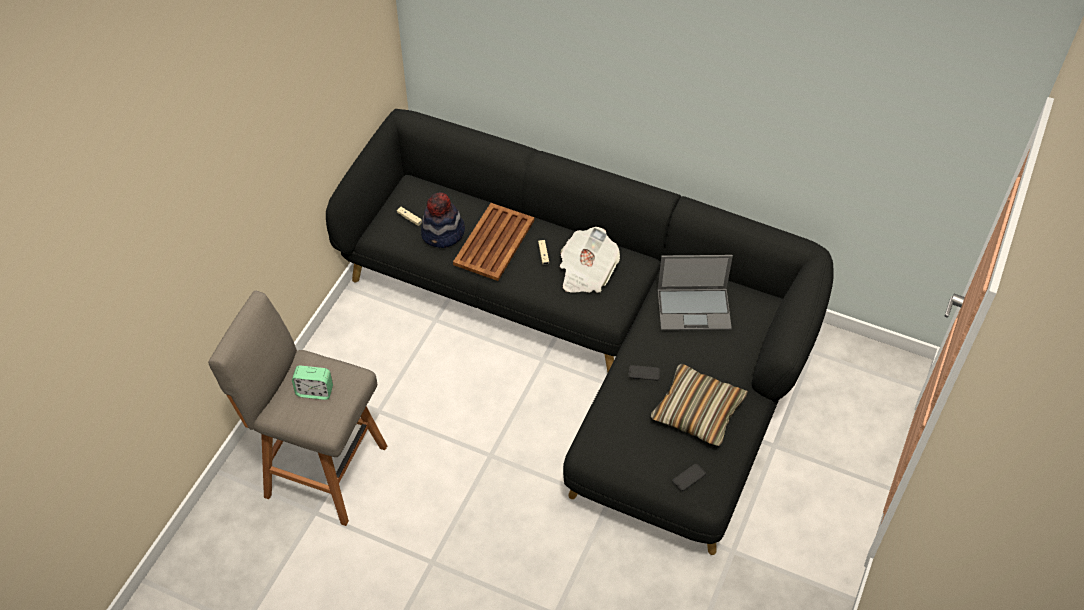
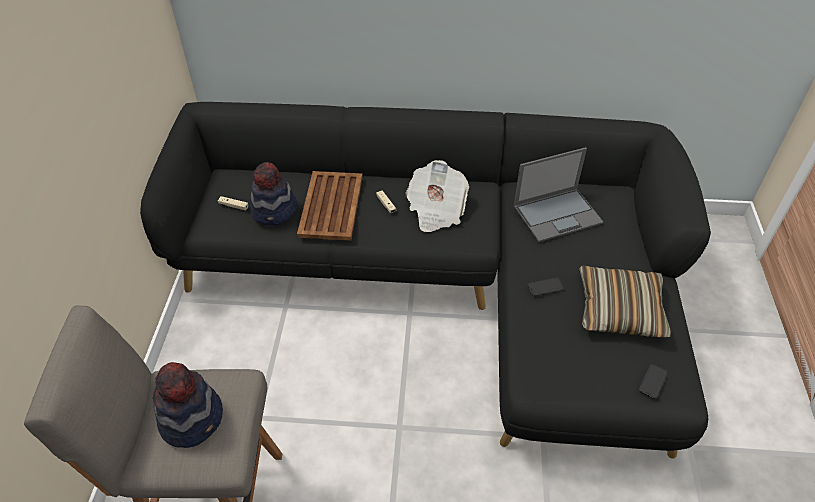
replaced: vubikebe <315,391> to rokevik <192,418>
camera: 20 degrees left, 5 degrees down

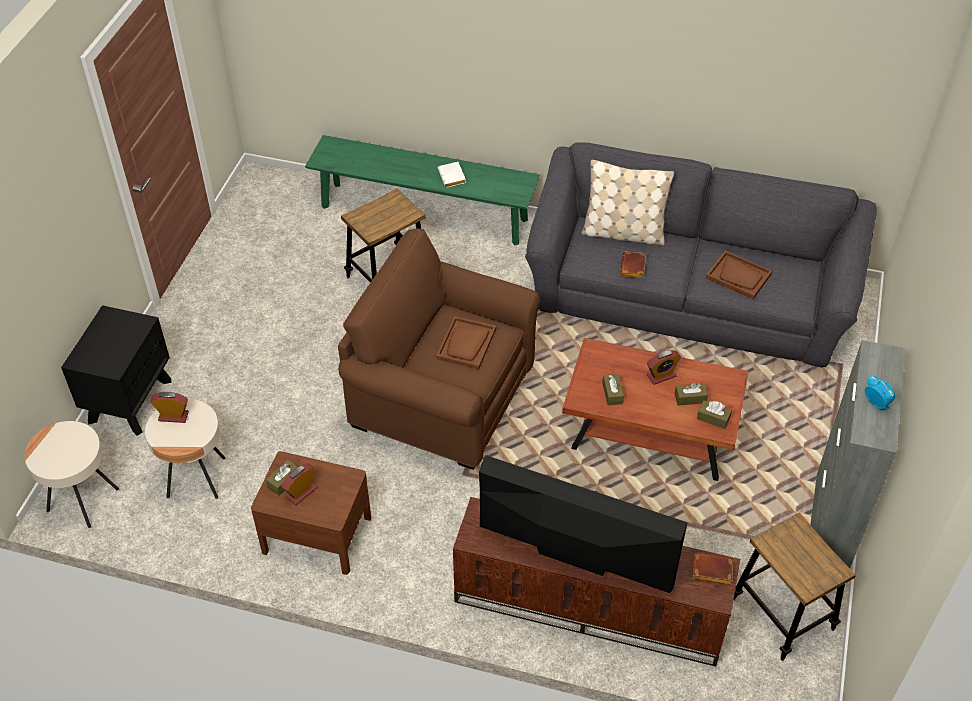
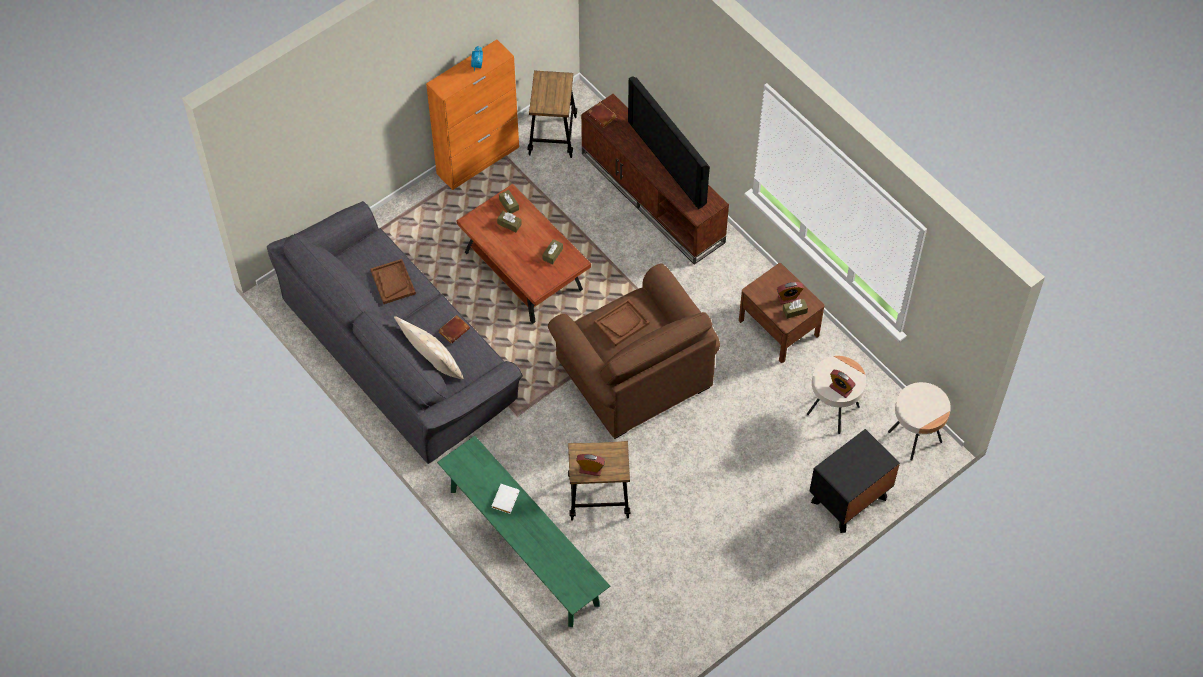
moved: vubikebe <661,376> to <590,469>
recoloured: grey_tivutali <829,527> to orange_tivutali <478,160>
camera: 145 degrees left, 10 degrees up

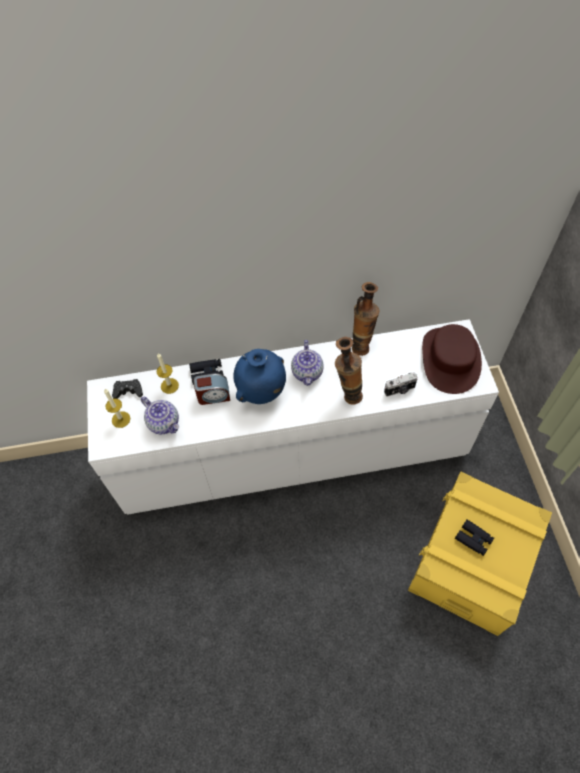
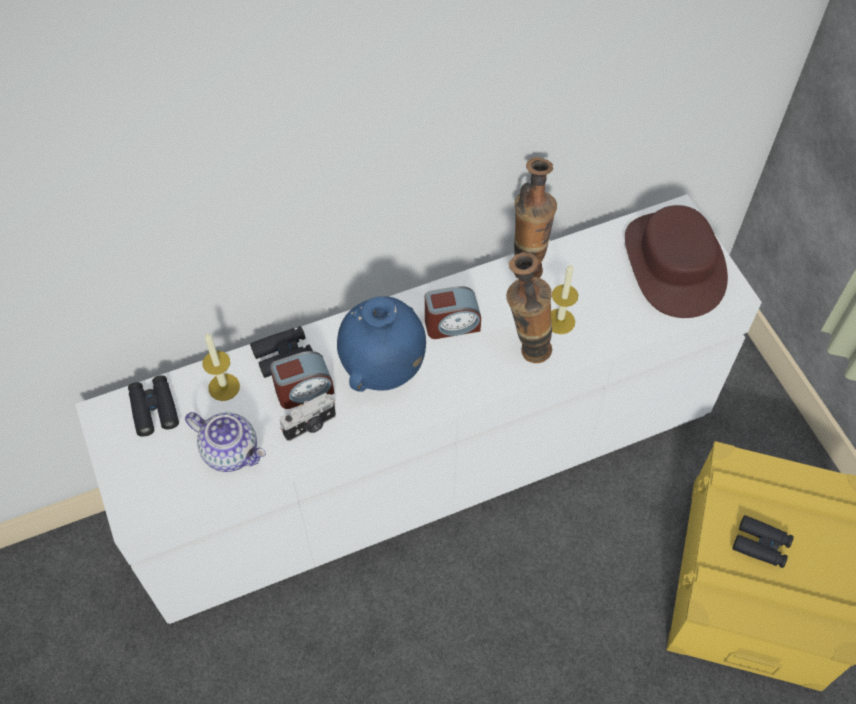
moved: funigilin <400,390> to <310,426>; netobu <121,419> to <560,321>
replaced: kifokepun <307,372> to vubikebe <452,324>; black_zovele <128,391> to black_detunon <154,409>
camera: 15 degrees left, 0 degrees up

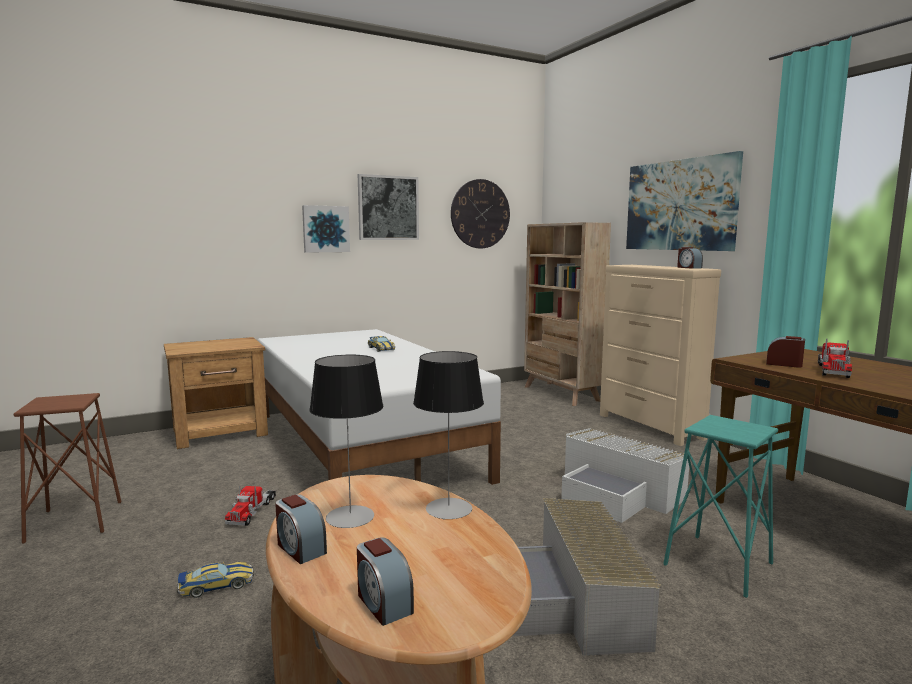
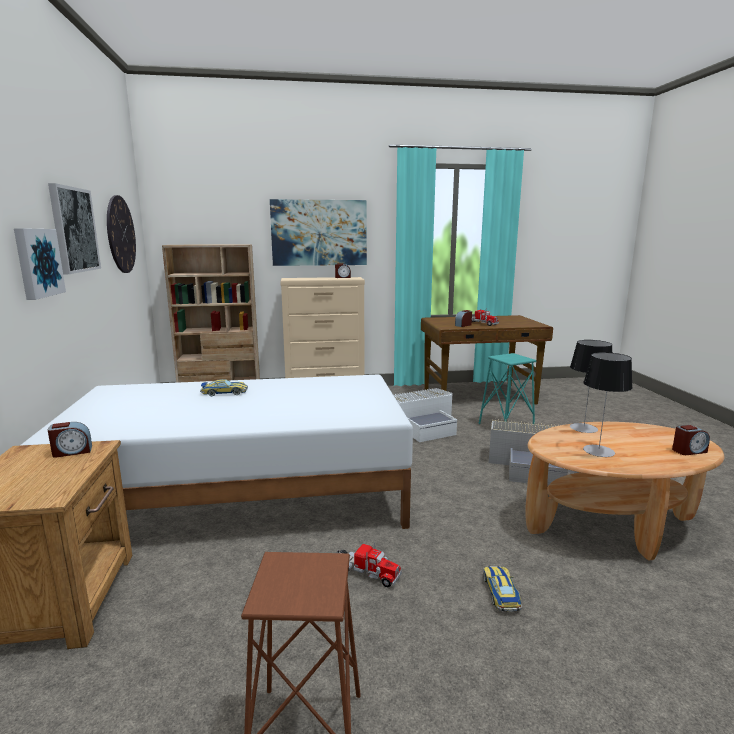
moved: vubikebe <300,548> to <72,452>
camera: 70 degrees left, 5 degrees up

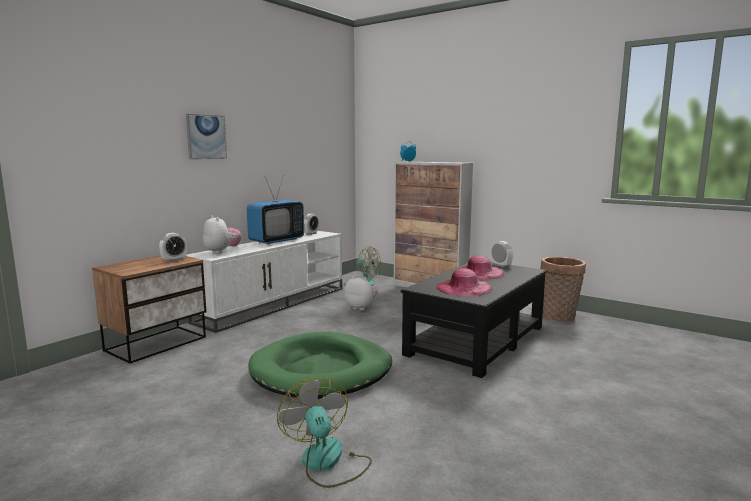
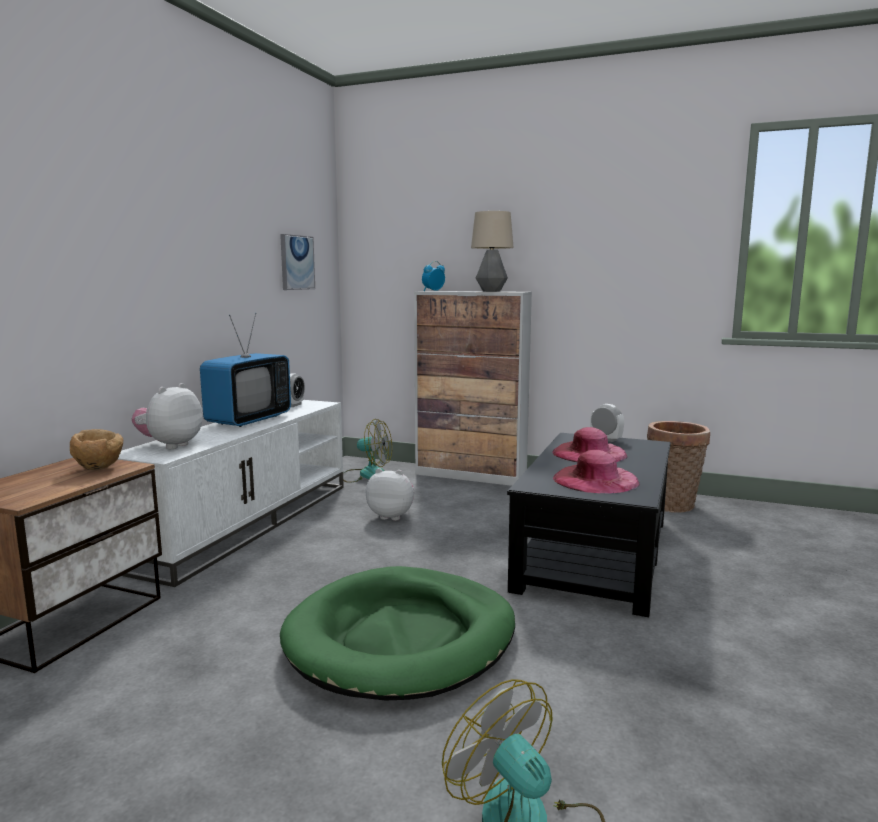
added: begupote <491,291>
moved: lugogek <206,137> to <297,262>
replaced: vubikebe <174,260> to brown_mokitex <99,468>
turned: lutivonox <222,252> = <170,445> 105 degrees counterclockwise
camera: 15 degrees left, 0 degrees up

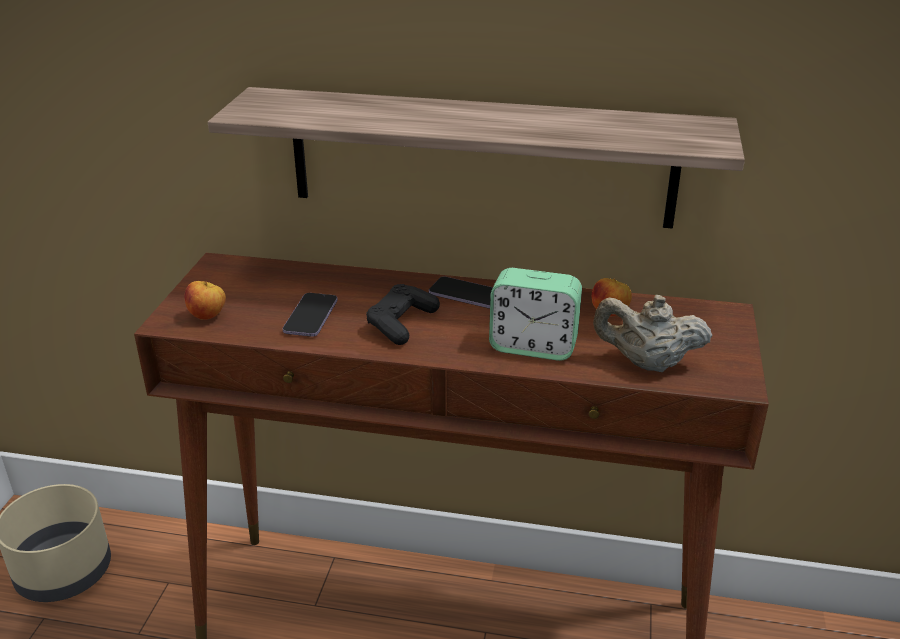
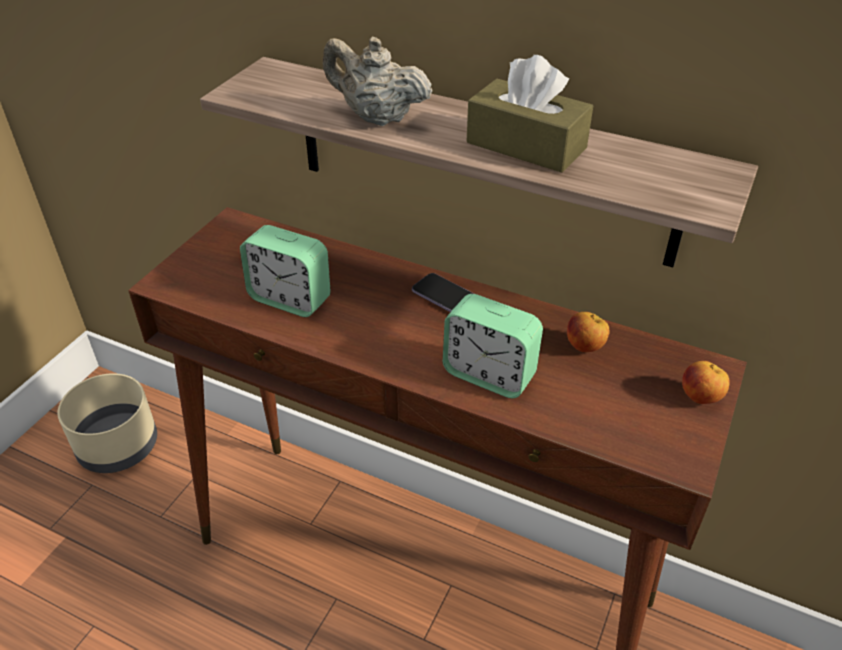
removed: black_zovele <401,323>
added: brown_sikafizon <526,145>
moved: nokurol <208,316> to <700,398>; beige_kifokepun <647,363> to <376,118>
replaced: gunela <311,317> to vubikebe <290,299>
camera: 15 degrees right, 10 degrees up

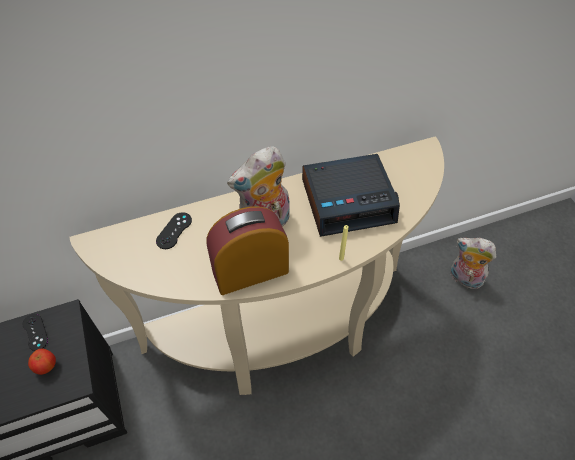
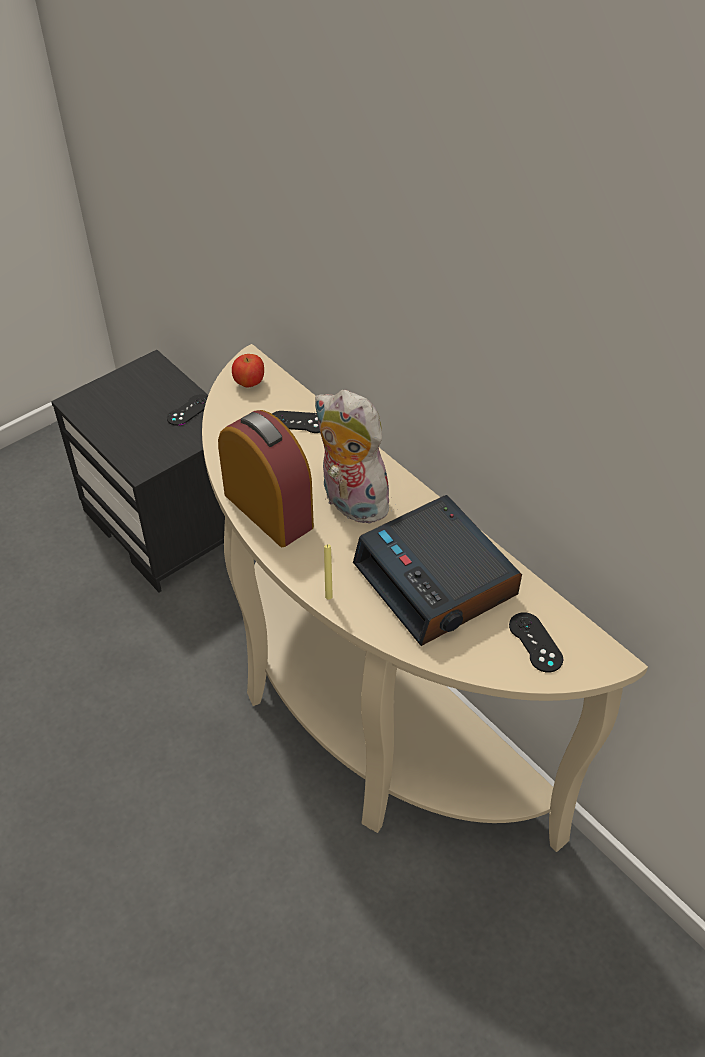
removed: lutivonox <463,279>
added: black_zovele <535,642>
moved: nokurol <46,366> to <249,383>
camera: 70 degrees right, 5 degrees down

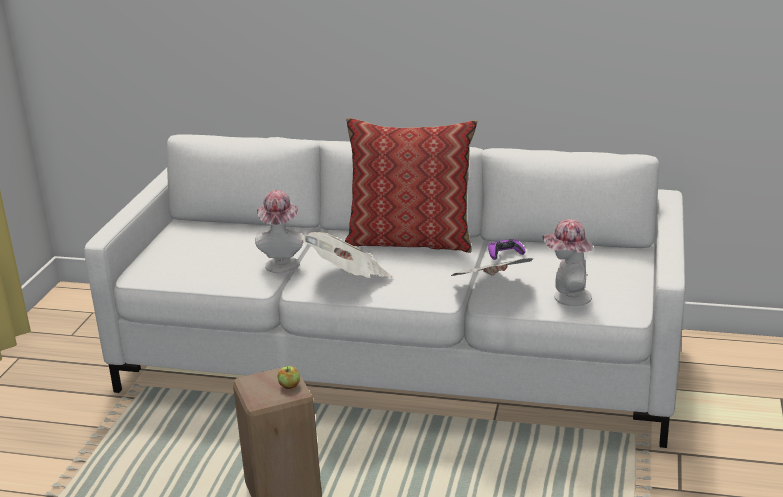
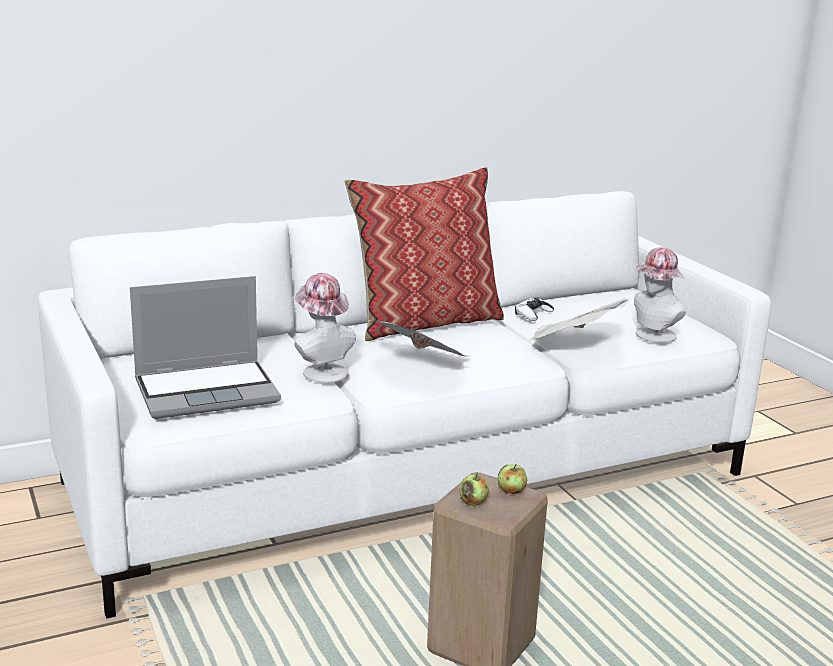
added: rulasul <208,391>; nokurol <473,501>
recoloured: purple_zovele <505,253> to white_zovele <533,314>
camera: 40 degrees left, 5 degrees down

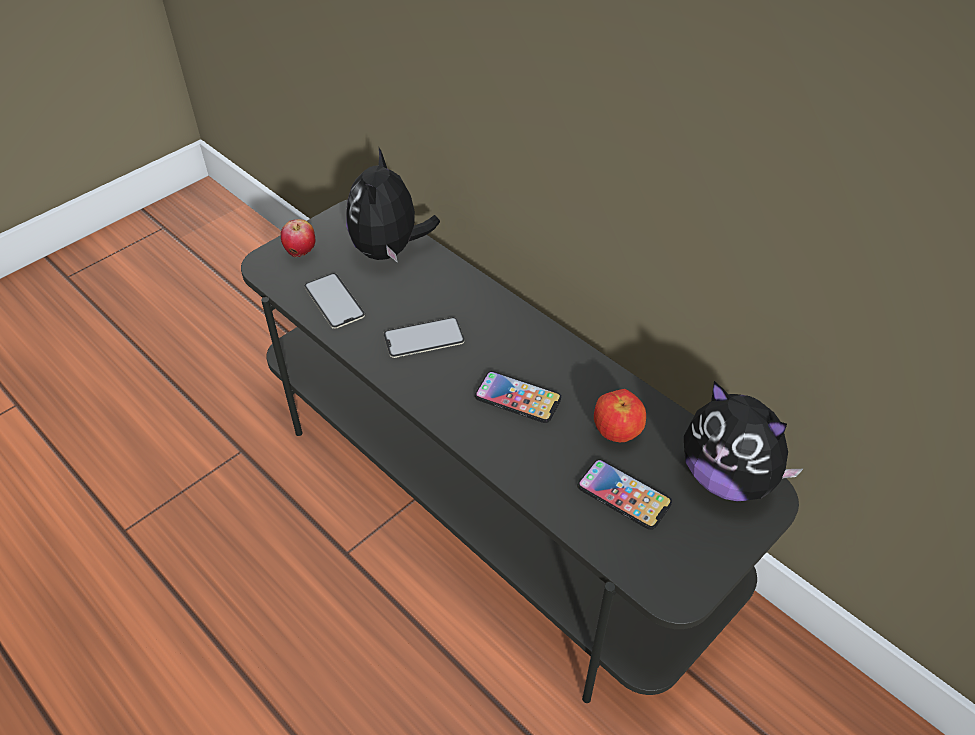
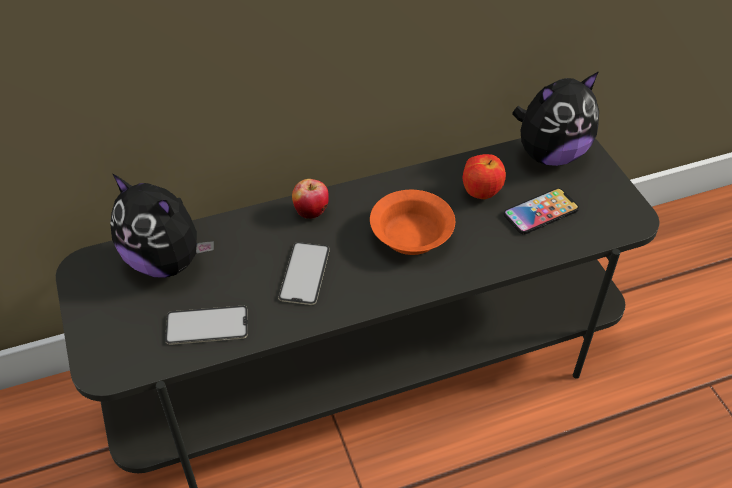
moved: nokurol <301,253> to <311,212>
replaced: gunela <517,398> to orange_mokitex <413,236>
camera: 65 degrees left, 0 degrees up

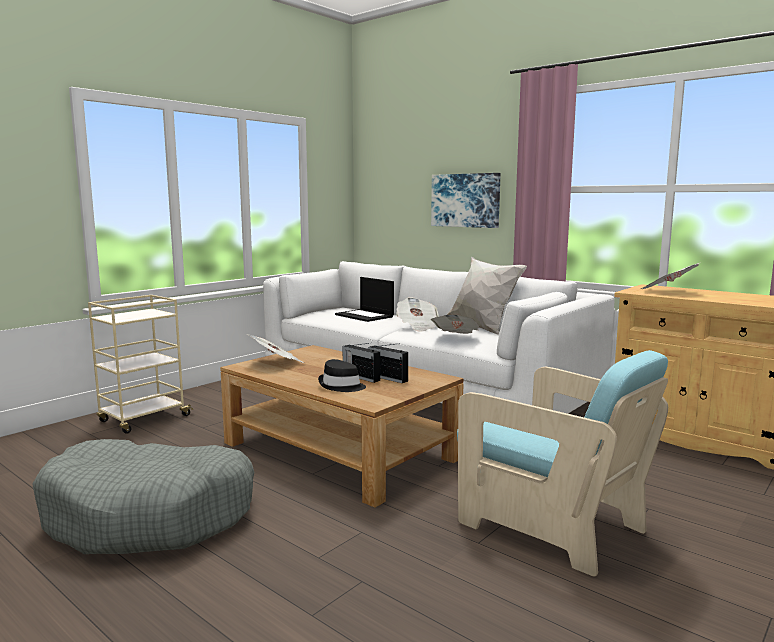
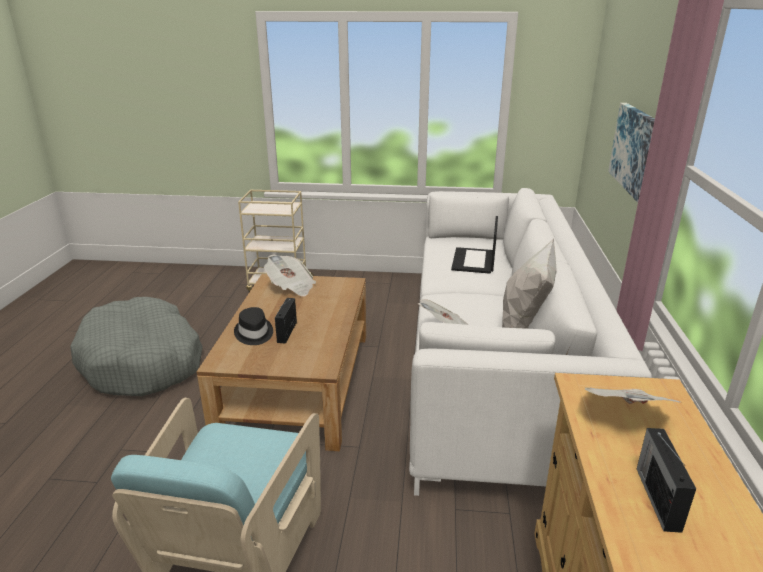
removed: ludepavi <418,326>
moved: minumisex <387,378> to <657,497>
camera: 55 degrees right, 15 degrees up

